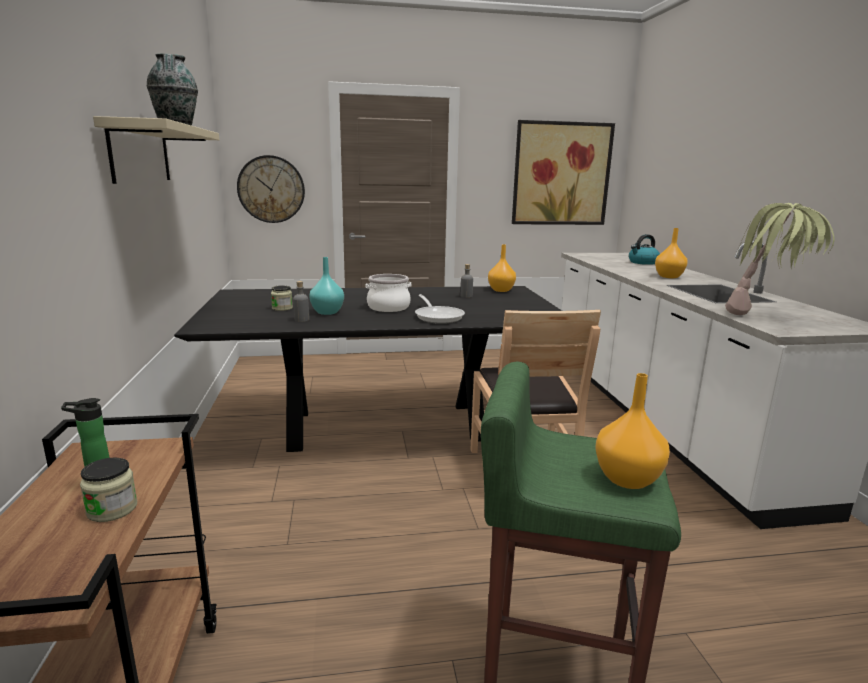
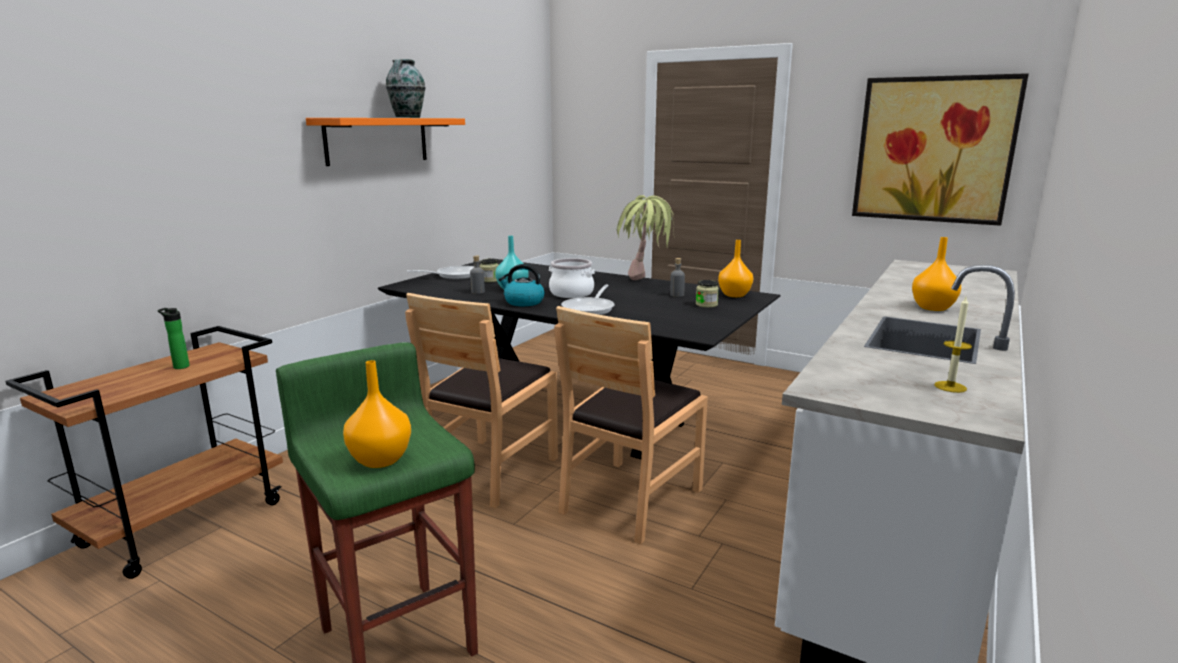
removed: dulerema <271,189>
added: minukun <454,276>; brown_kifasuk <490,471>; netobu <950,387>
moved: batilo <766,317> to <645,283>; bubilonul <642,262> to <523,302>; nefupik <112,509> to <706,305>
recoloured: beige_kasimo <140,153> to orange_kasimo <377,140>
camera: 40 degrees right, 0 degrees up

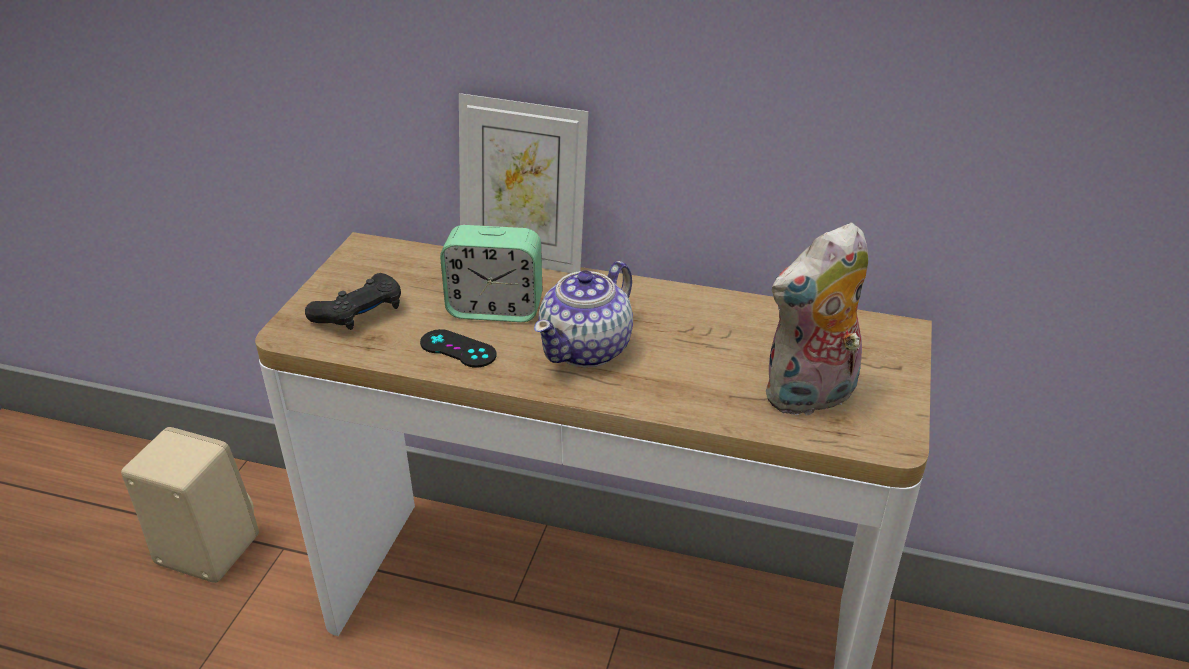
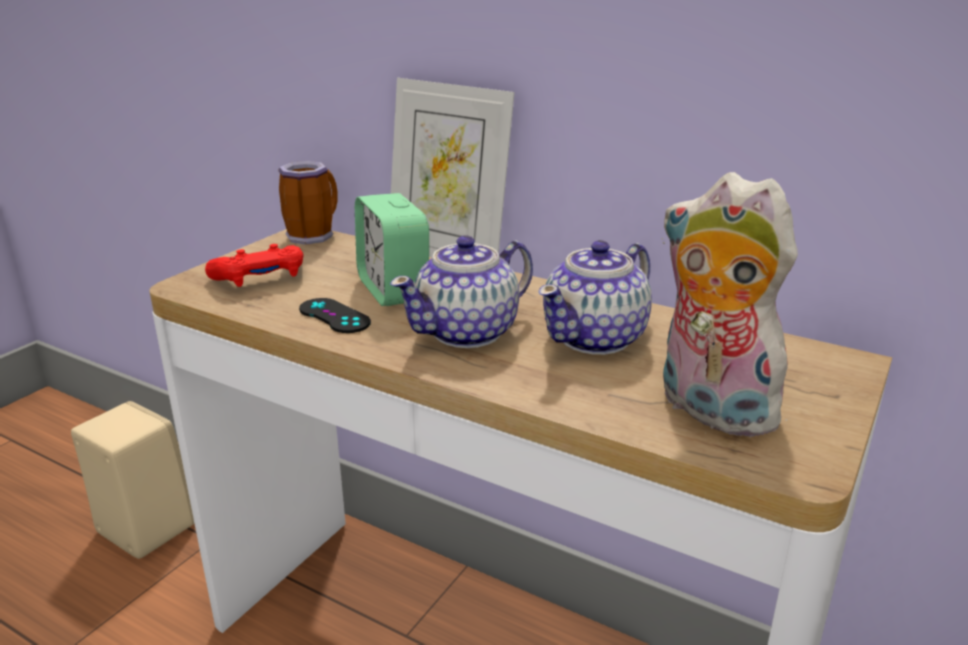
added: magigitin <312,235>; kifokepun <596,338>
recoloured: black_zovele <360,313> to red_zovele <261,278>
turned: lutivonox <810,398> = <708,409> 60 degrees clockwise; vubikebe <495,309> = <393,290> 45 degrees clockwise
camera: 15 degrees right, 10 degrees down

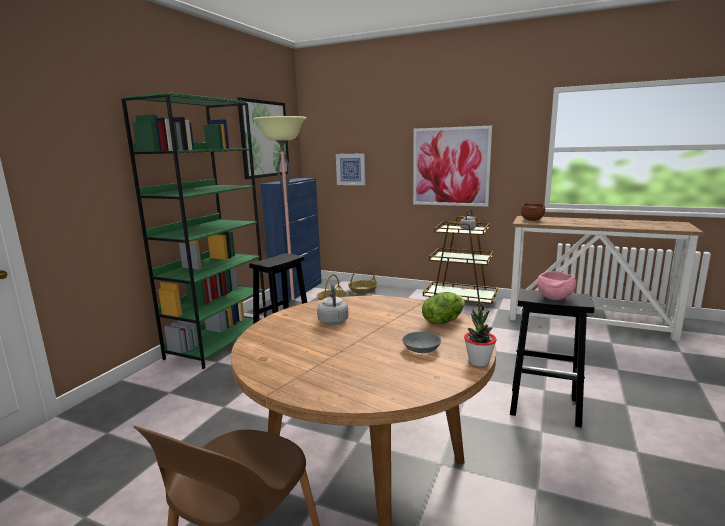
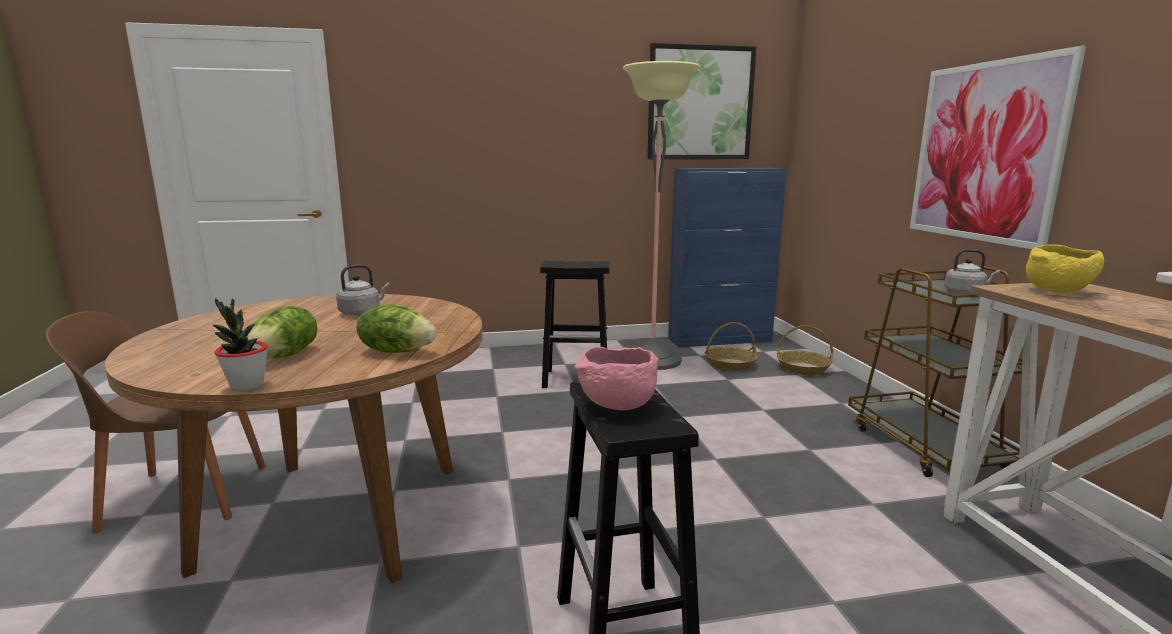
removed: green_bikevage <219,342>; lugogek <351,169>
replaced: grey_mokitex <421,348> to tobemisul <286,356>
recoloured: brown_mokitex <532,220> to yellow_mokitex <1058,291>
camera: 55 degrees right, 0 degrees up

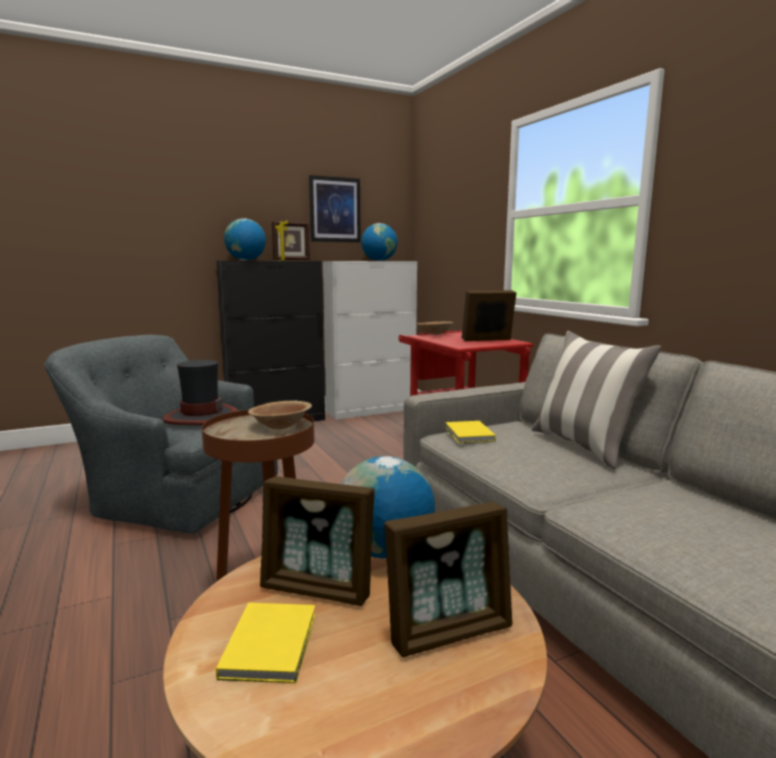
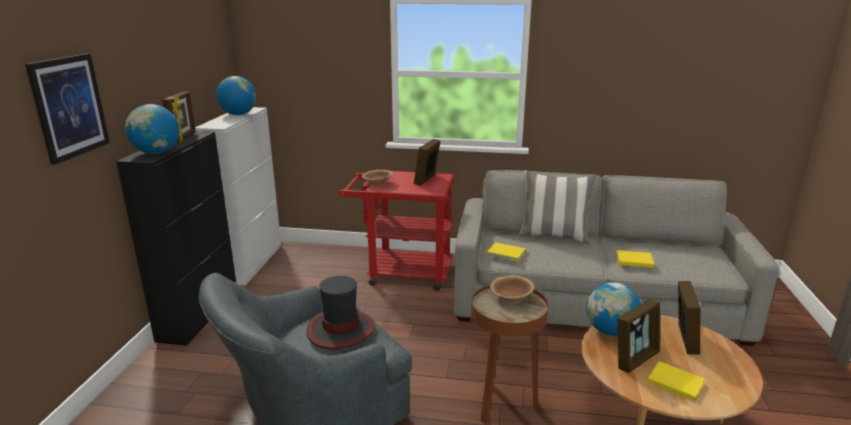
added: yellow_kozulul <633,260>
moved: lugogek <335,210> to <69,107>
camera: 55 degrees left, 10 degrees up

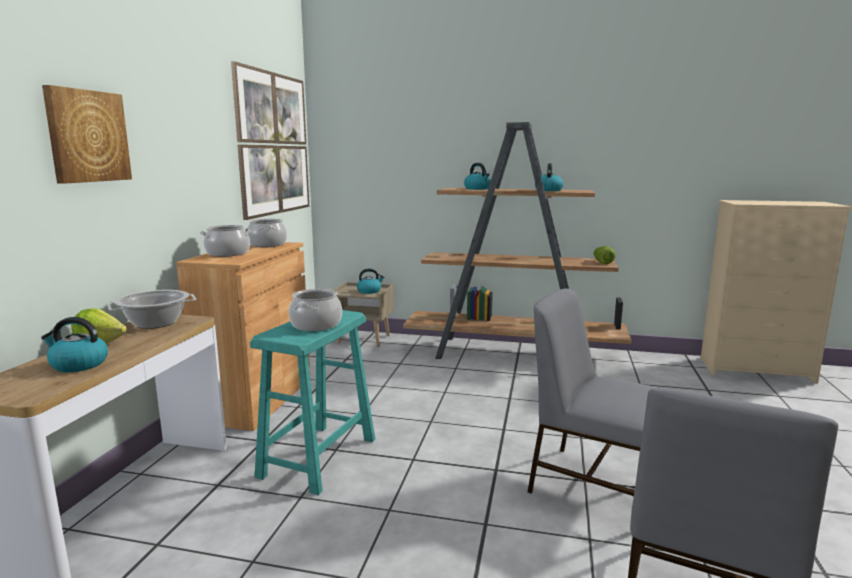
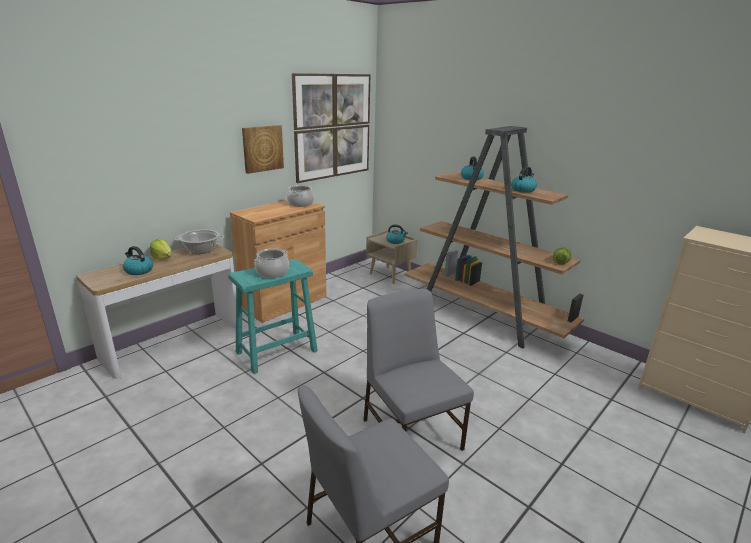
removed: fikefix <227,253>
moved: lugogek <87,136> to <262,148>
camera: 30 degrees right, 10 degrees up

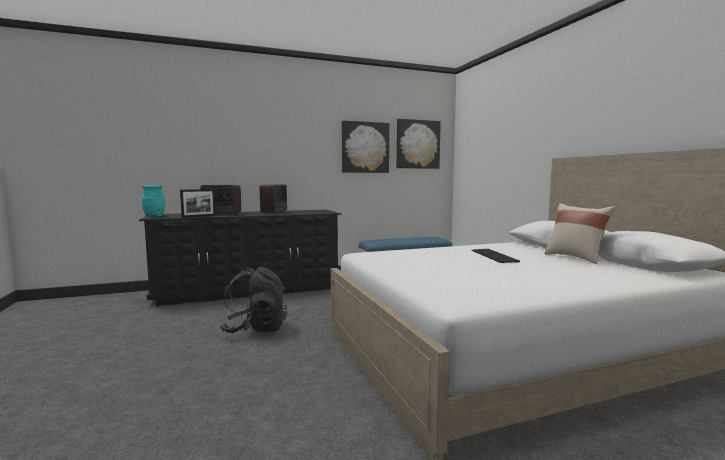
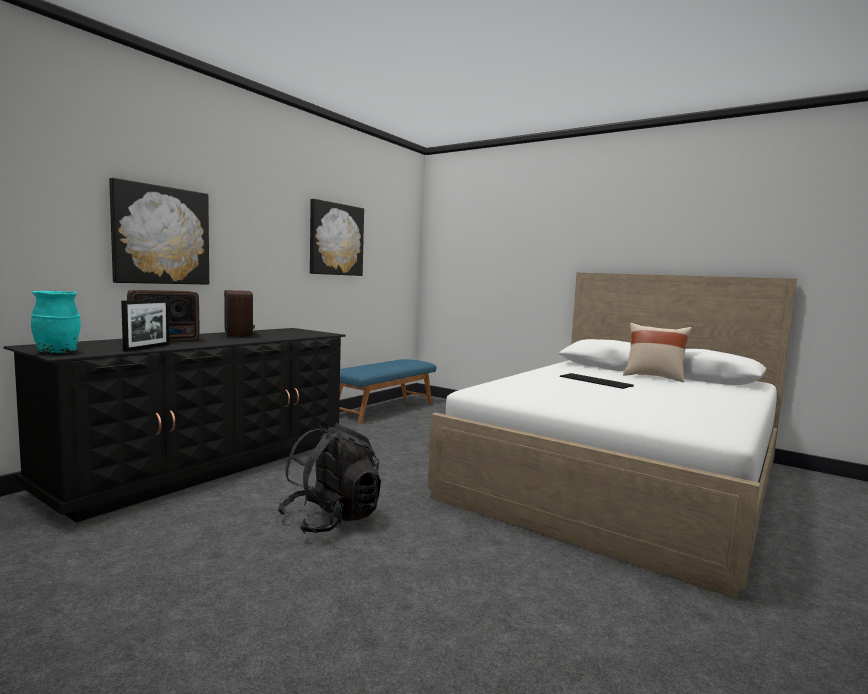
moved: lugogek <417,144> to <161,235>
camera: 35 degrees left, 0 degrees up

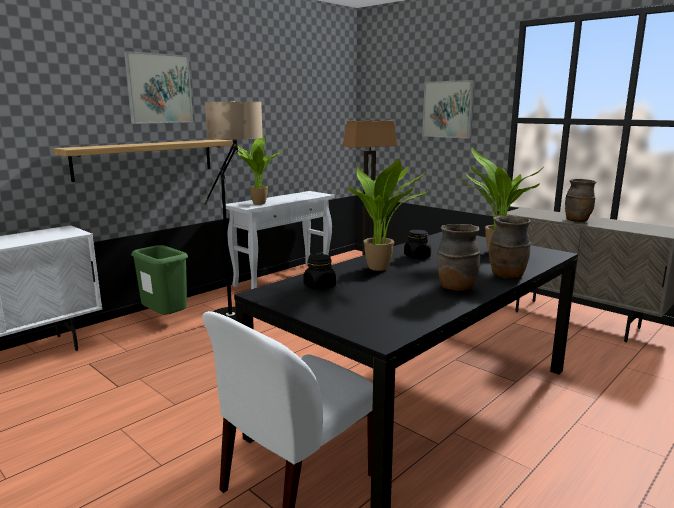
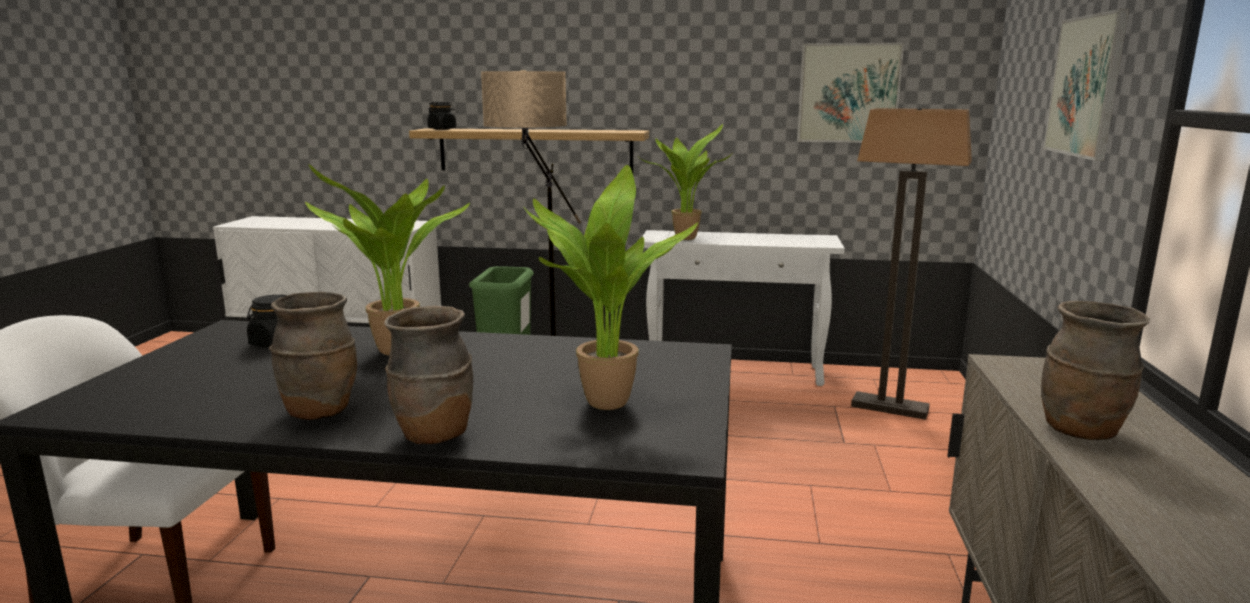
moved: lugogek <159,88> to <848,93>; black_nefupik <417,257> to <442,129>
camera: 55 degrees right, 0 degrees up

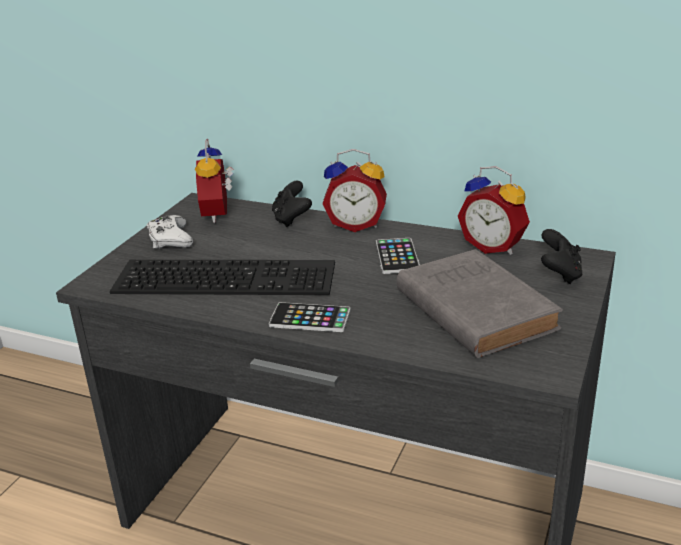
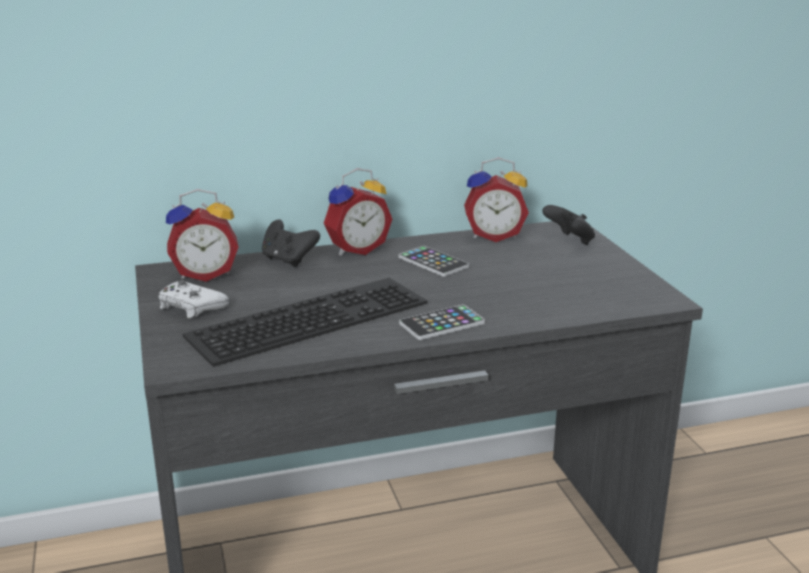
removed: grey_kozulul <472,308>
turned: vubikebe <219,214> = <205,274> 60 degrees counterclockwise
camera: 40 degrees left, 5 degrees down

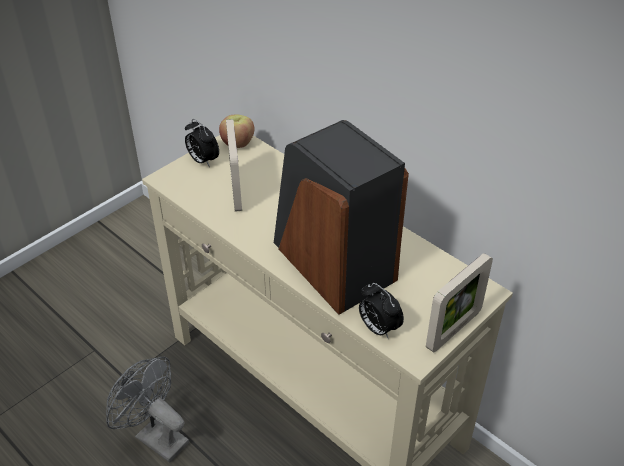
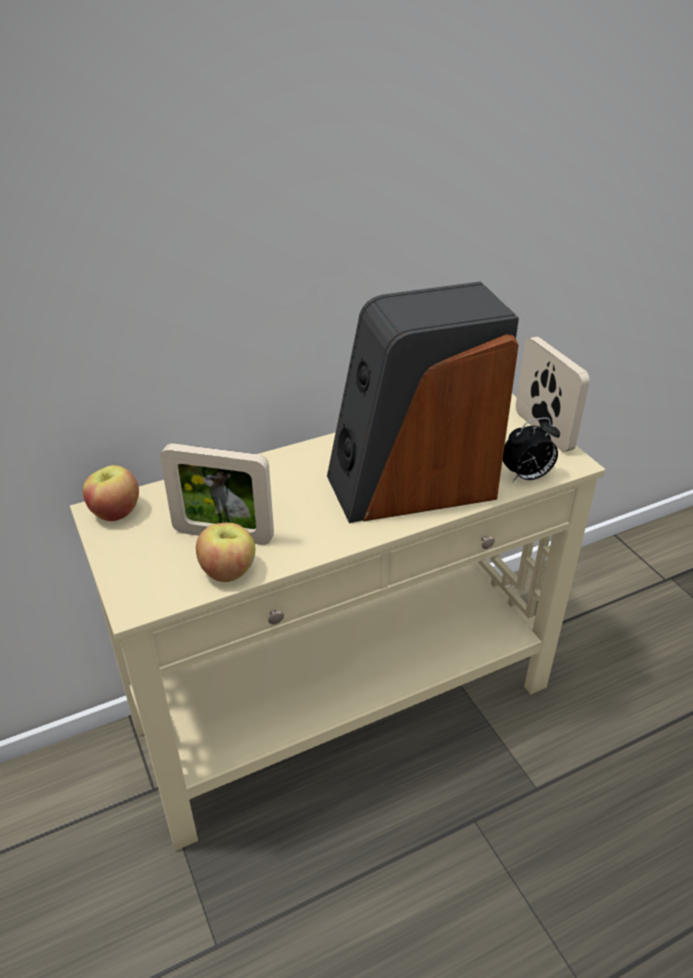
removed: vubikebe <202,160>; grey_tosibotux <155,436>
added: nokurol <228,571>
camera: 70 degrees left, 5 degrees down

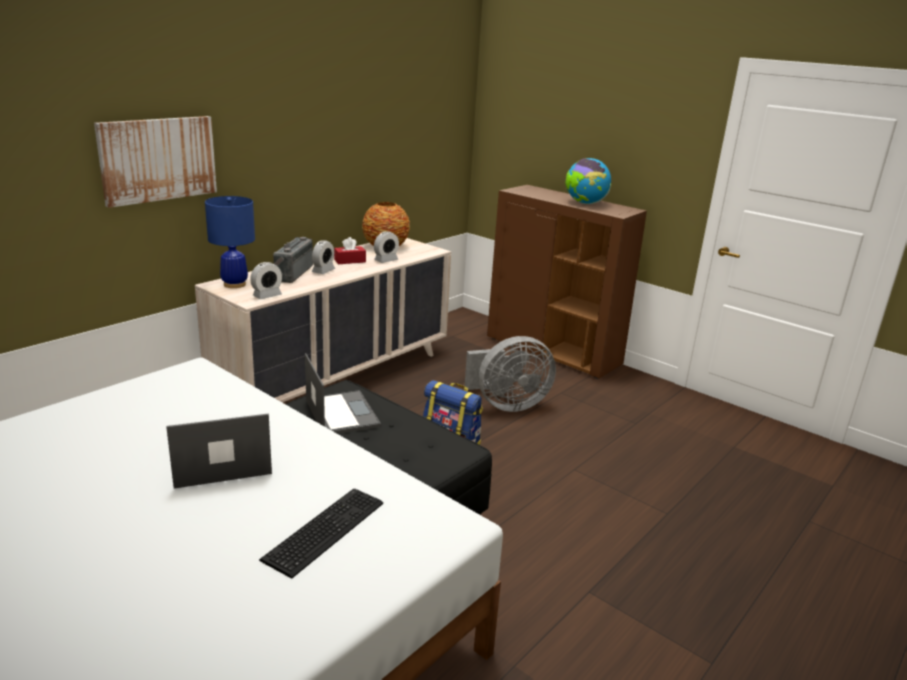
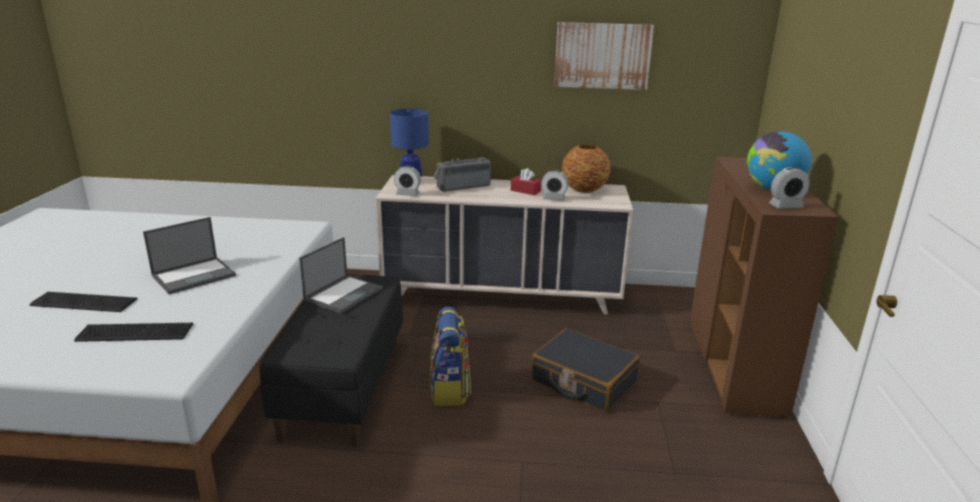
added: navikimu <84,301>
moved: lugogek <158,159> to <602,56>; vubikebe <323,271> to <785,206>
replaced: grey_tosibotux <507,404> to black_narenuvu <583,381>
turned: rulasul <219,462> = <195,275> 105 degrees clockwise
camera: 55 degrees right, 0 degrees up

